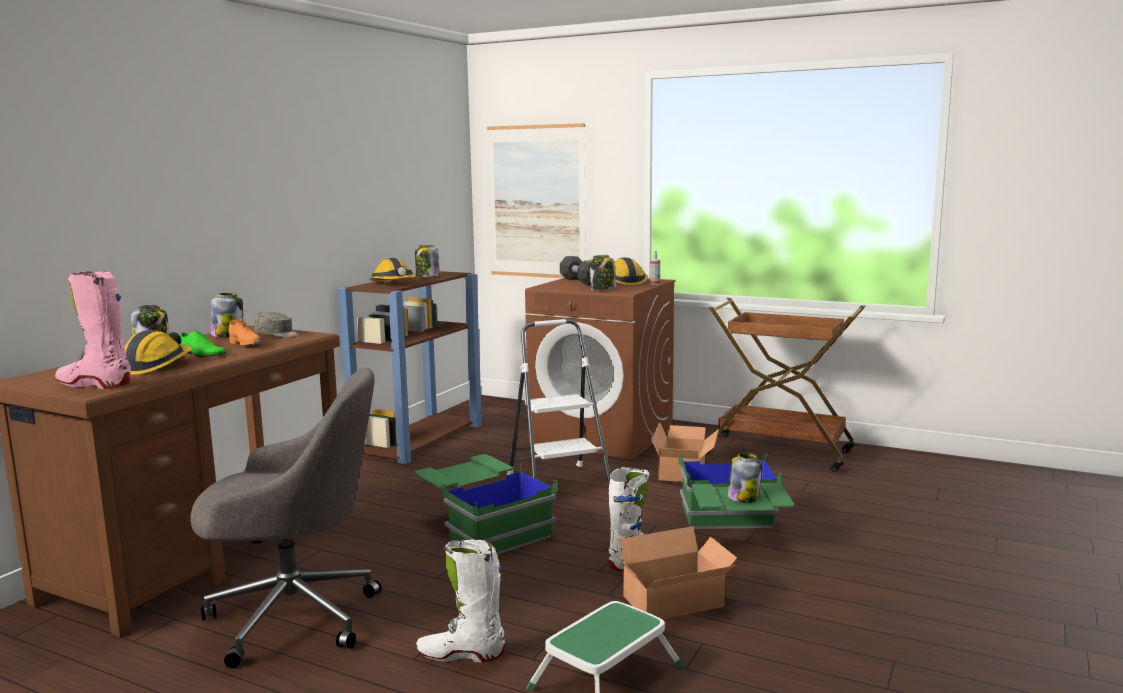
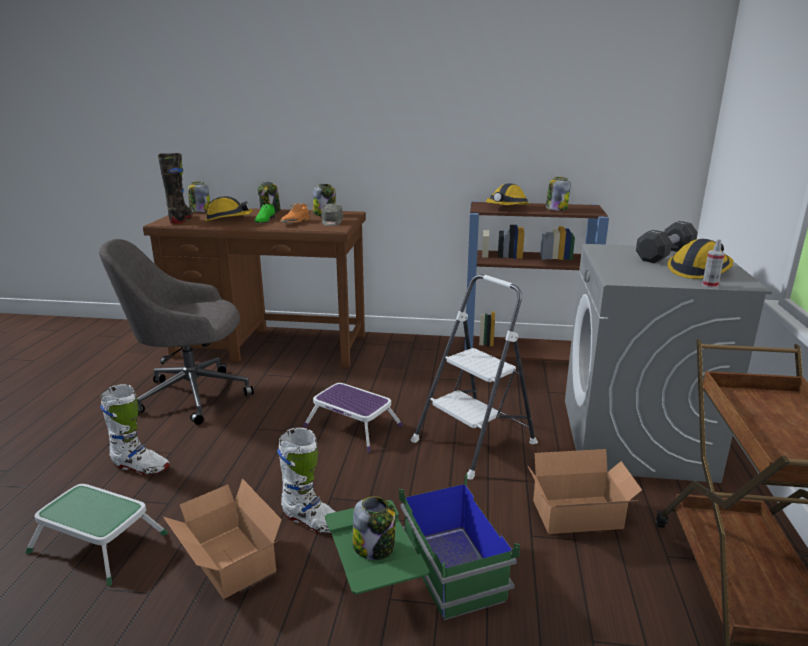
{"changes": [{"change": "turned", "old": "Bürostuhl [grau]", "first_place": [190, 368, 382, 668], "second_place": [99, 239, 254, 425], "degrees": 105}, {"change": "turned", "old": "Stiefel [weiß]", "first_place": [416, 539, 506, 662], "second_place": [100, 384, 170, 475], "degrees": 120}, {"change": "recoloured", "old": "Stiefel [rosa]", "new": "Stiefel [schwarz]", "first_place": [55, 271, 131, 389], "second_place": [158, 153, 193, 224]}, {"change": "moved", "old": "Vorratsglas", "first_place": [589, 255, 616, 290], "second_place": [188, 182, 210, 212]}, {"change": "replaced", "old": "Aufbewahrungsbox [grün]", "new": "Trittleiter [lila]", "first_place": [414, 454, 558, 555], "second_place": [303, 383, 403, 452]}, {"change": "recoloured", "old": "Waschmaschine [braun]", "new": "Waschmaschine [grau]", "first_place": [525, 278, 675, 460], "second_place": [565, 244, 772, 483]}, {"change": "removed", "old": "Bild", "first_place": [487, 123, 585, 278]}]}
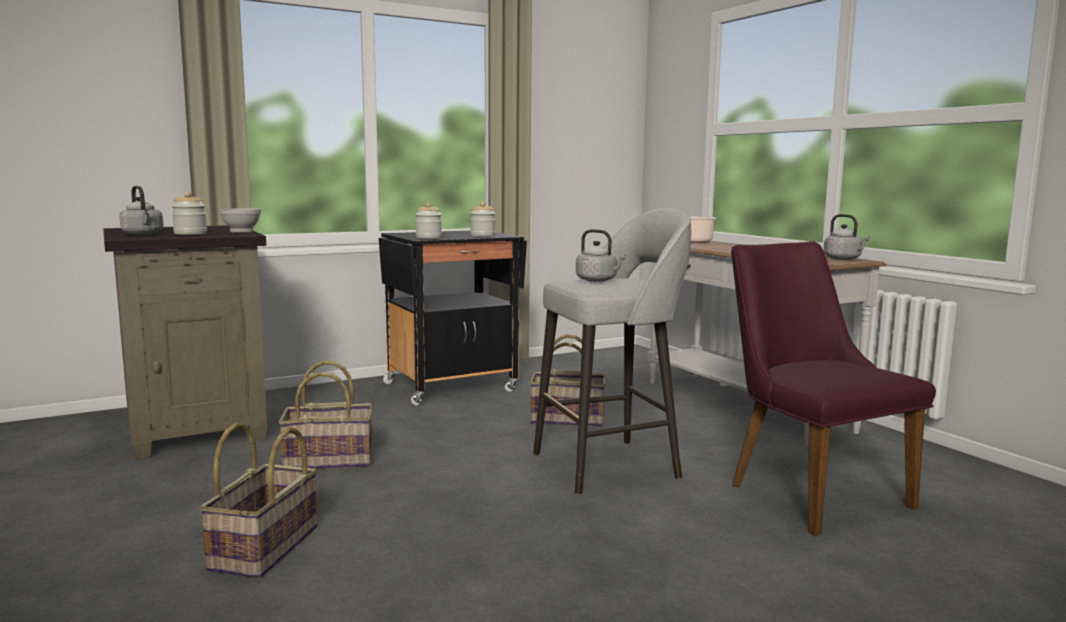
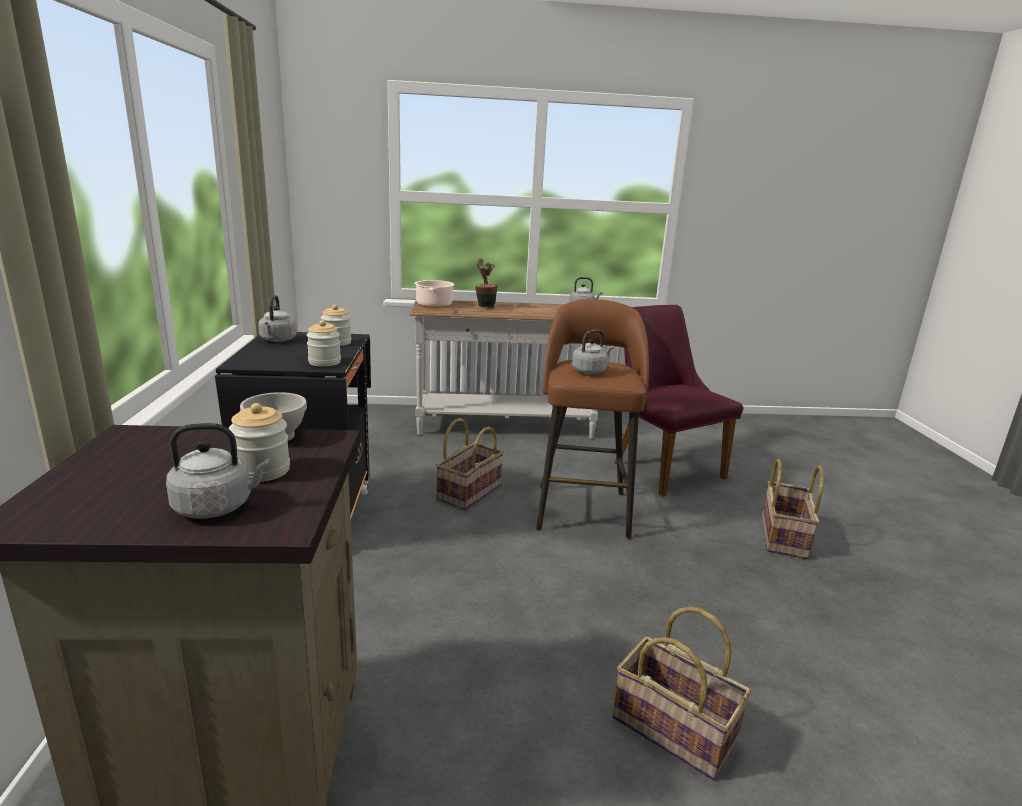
{"changes": [{"change": "added", "new": "Wasserkessel [grau]", "second_place": [258, 295, 297, 342]}, {"change": "added", "new": "Topfpflanze", "second_place": [475, 258, 498, 308]}, {"change": "recoloured", "old": "Hocker [grau]", "new": "Hocker [braun]", "first_place": [533, 208, 691, 495], "second_place": [536, 299, 649, 539]}, {"change": "turned", "old": "Stuhl [lila]", "first_place": [731, 241, 936, 536], "second_place": [614, 305, 743, 497], "degrees": 60}, {"change": "moved", "old": "Korb", "first_place": [278, 361, 373, 469], "second_place": [762, 459, 824, 559]}]}
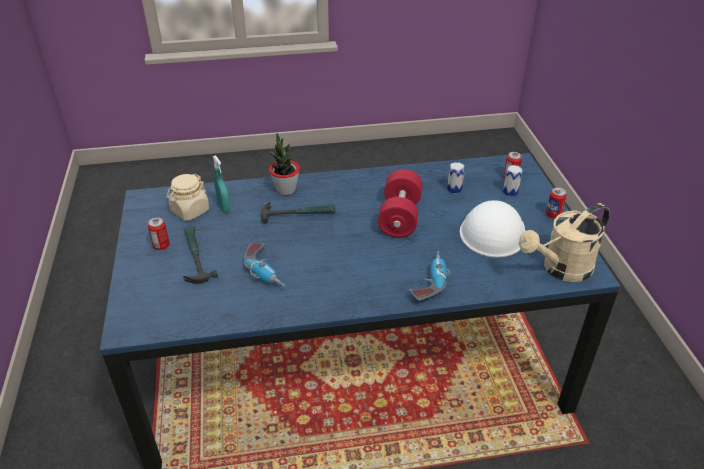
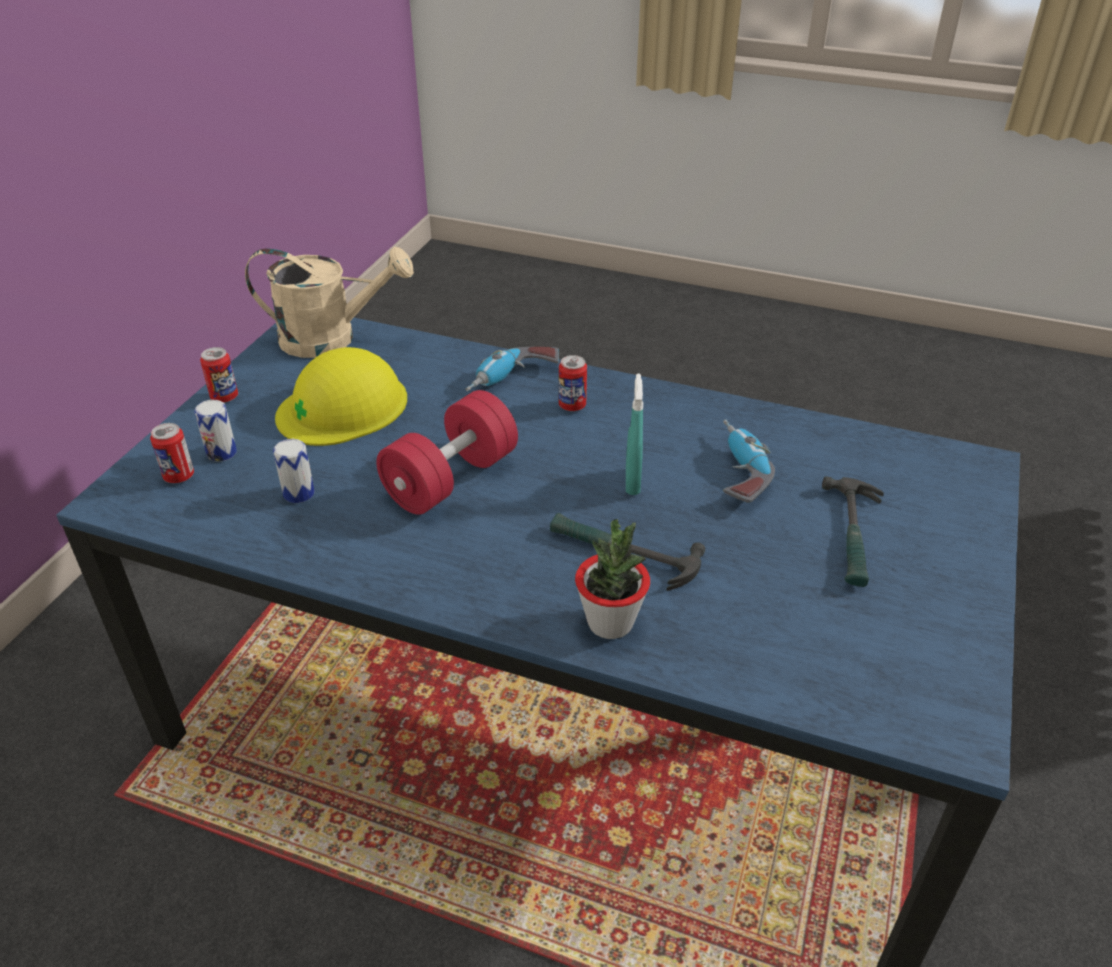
{"changes": [{"change": "recoloured", "old": "Schutzhelm [weiß]", "new": "Schutzhelm [gelb]", "first_place": [460, 200, 525, 258], "second_place": [275, 347, 407, 446]}, {"change": "moved", "old": "Dose", "first_place": [148, 217, 170, 250], "second_place": [559, 355, 587, 411]}, {"change": "moved", "old": "Sprühflasche [türkis]", "first_place": [213, 155, 230, 213], "second_place": [626, 373, 643, 495]}, {"change": "removed", "old": "Vorratsglas [beige]", "first_place": [166, 174, 209, 221]}]}
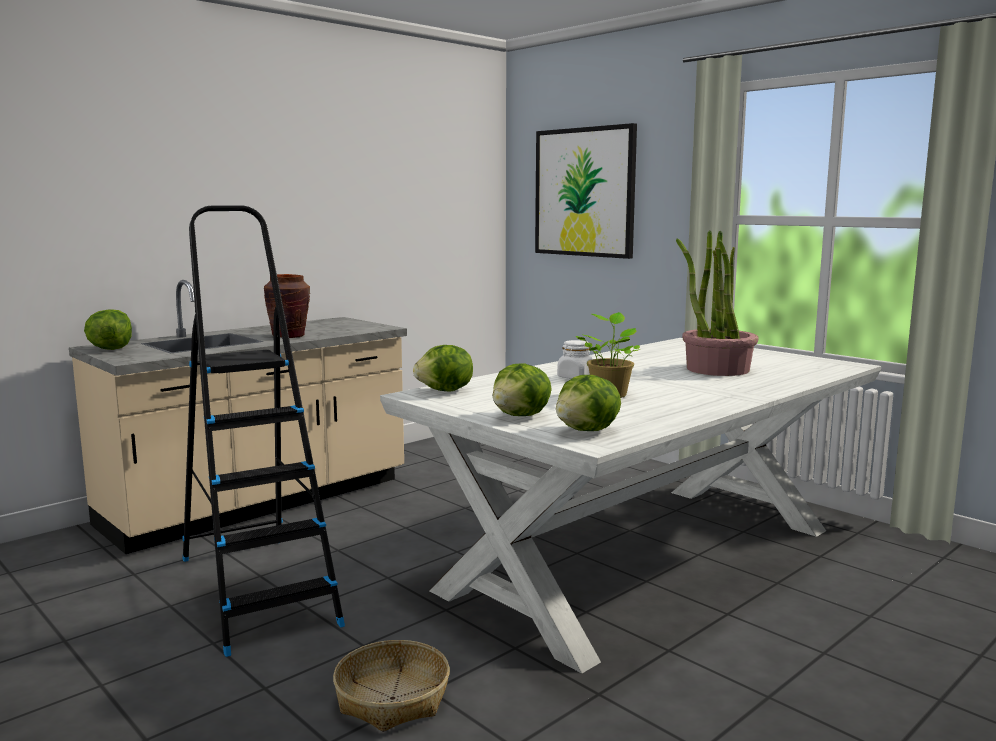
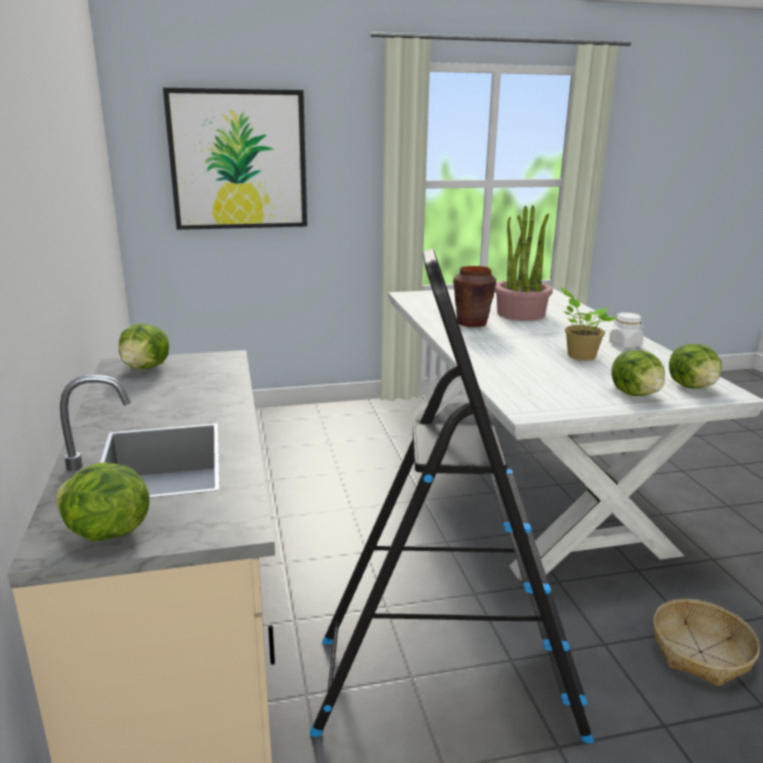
{"changes": [{"change": "moved", "old": "Salatkopf", "first_place": [413, 345, 473, 392], "second_place": [119, 324, 169, 369]}, {"change": "moved", "old": "Vase [braun]", "first_place": [264, 274, 310, 338], "second_place": [453, 266, 496, 327]}, {"change": "moved", "old": "Vorratsglas [weiß]", "first_place": [557, 340, 593, 379], "second_place": [609, 313, 644, 348]}]}
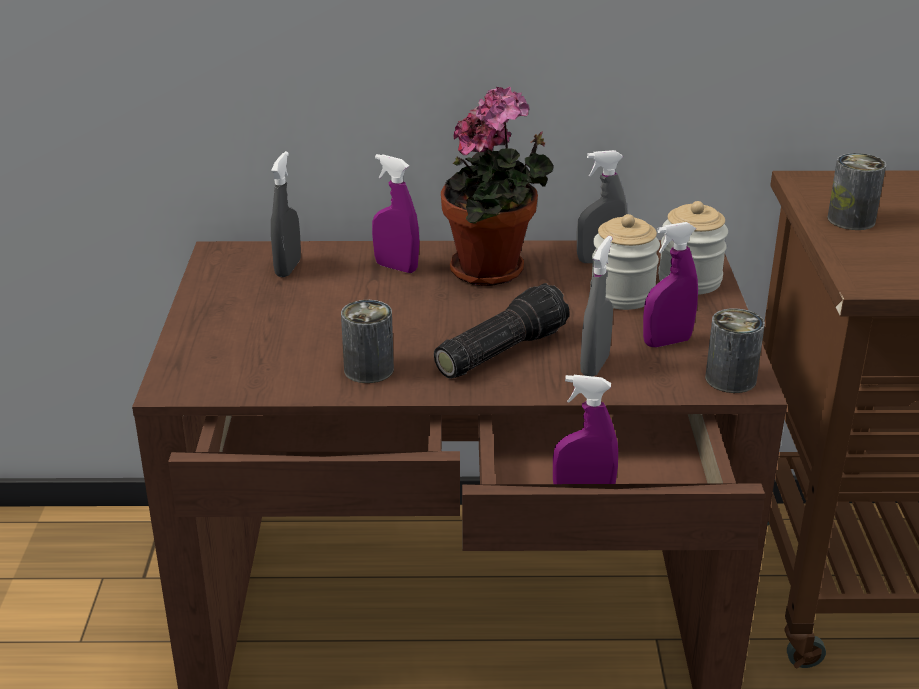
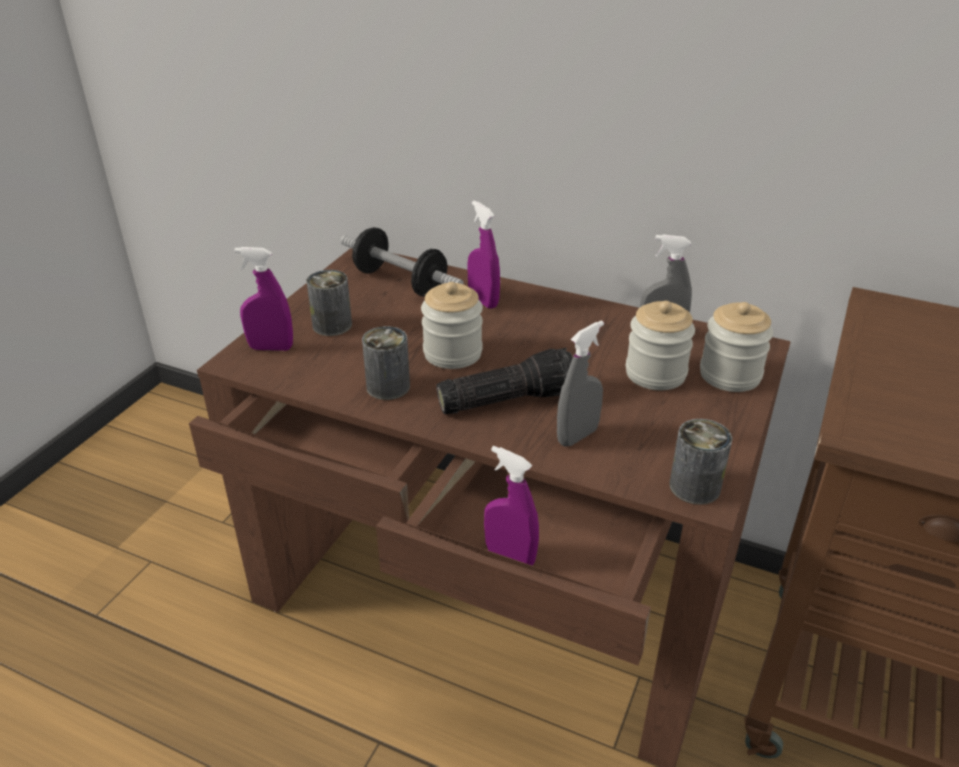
{"changes": [{"change": "moved", "old": "Sprühflasche [lila]", "first_place": [643, 222, 698, 347], "second_place": [234, 247, 293, 351]}, {"change": "moved", "old": "Dose", "first_place": [827, 153, 886, 230], "second_place": [306, 270, 352, 336]}, {"change": "replaced", "old": "Sprühflasche [grau]", "new": "Hantel", "first_place": [271, 151, 301, 277], "second_place": [340, 227, 464, 296]}, {"change": "added", "new": "Vorratsglas", "second_place": [421, 282, 483, 369]}, {"change": "removed", "old": "Topfpflanze", "first_place": [441, 86, 554, 286]}]}
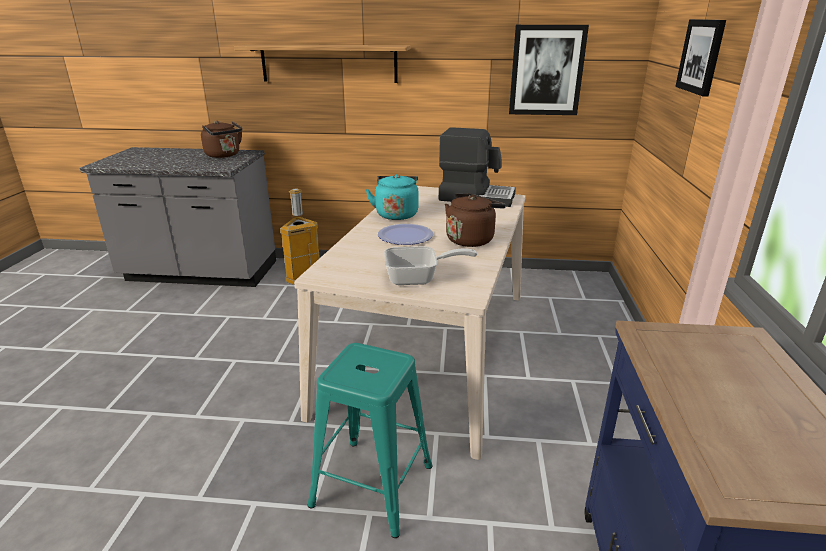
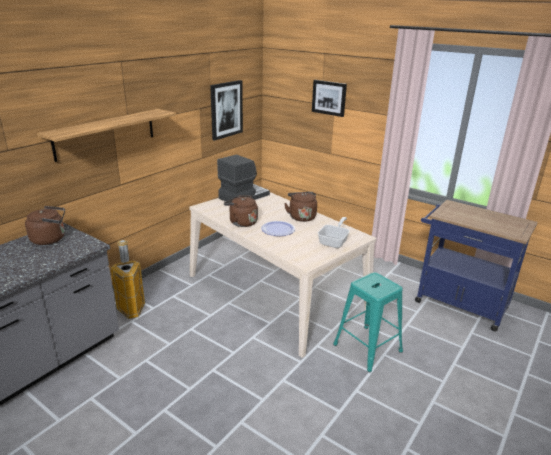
{"changes": [{"change": "recoloured", "old": "Wasserkessel [türkis]", "new": "Wasserkessel [braun]", "first_place": [365, 174, 419, 220], "second_place": [224, 195, 258, 227]}]}
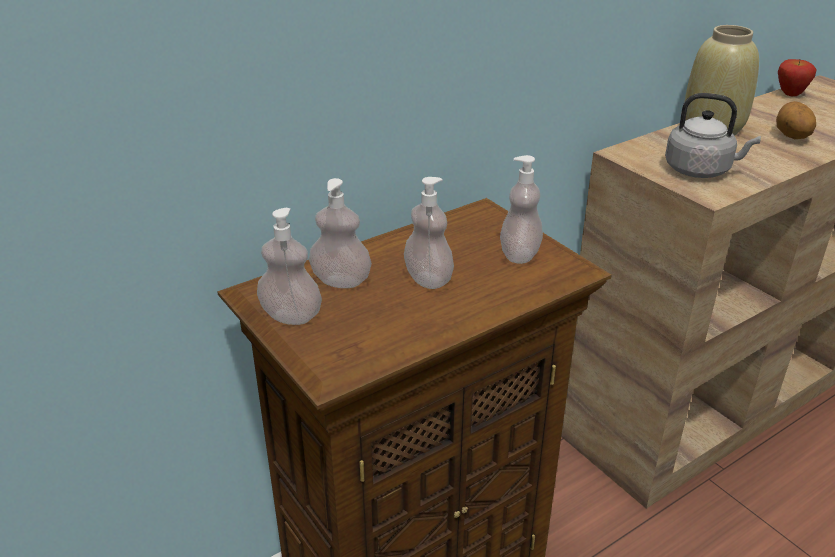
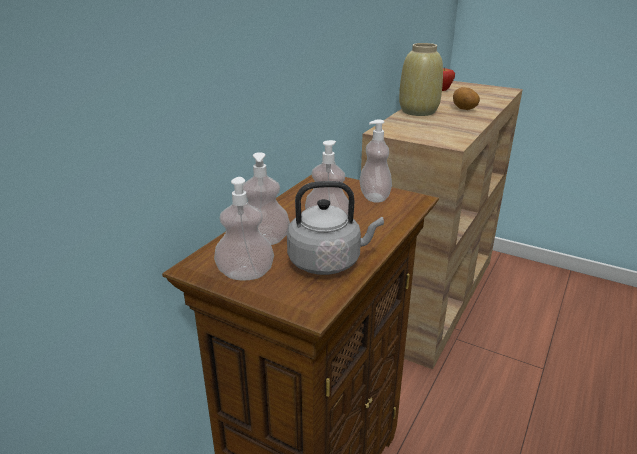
{"changes": [{"change": "moved", "old": "Wasserkessel [grau]", "first_place": [665, 93, 761, 178], "second_place": [287, 181, 384, 275]}]}
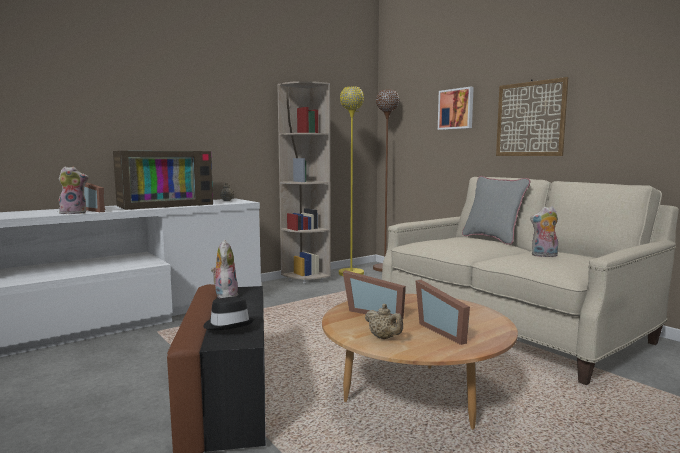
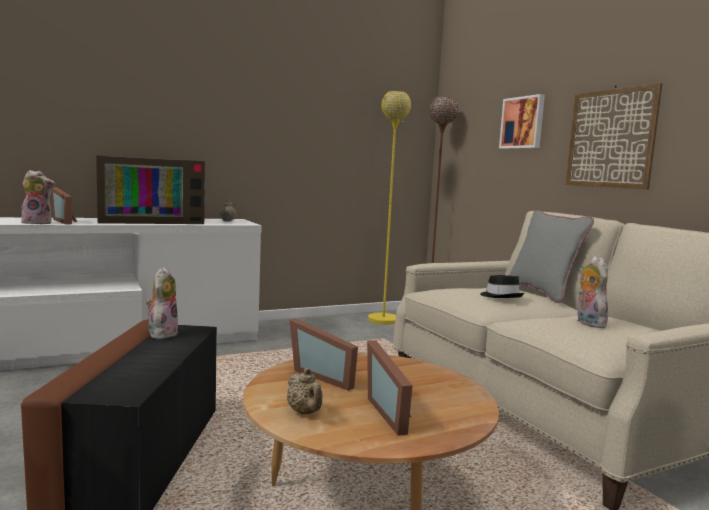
{"changes": [{"change": "moved", "old": "Hut [schwarz]", "first_place": [204, 297, 254, 330], "second_place": [480, 275, 524, 298]}, {"change": "turned", "old": "Plüschtier", "first_place": [530, 206, 558, 257], "second_place": [578, 256, 608, 328], "degrees": 75}, {"change": "removed", "old": "Bücherregal [beige]", "first_place": [277, 81, 331, 283]}]}
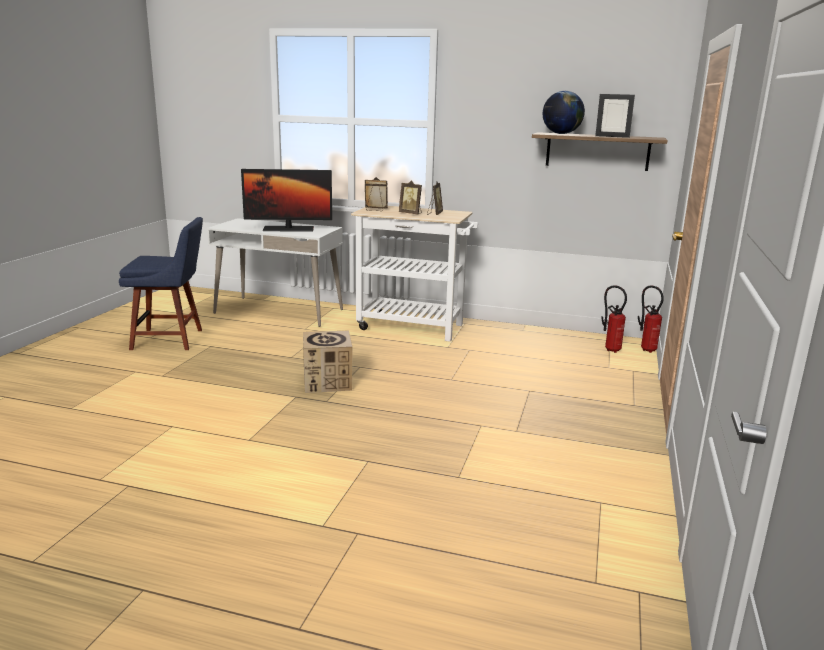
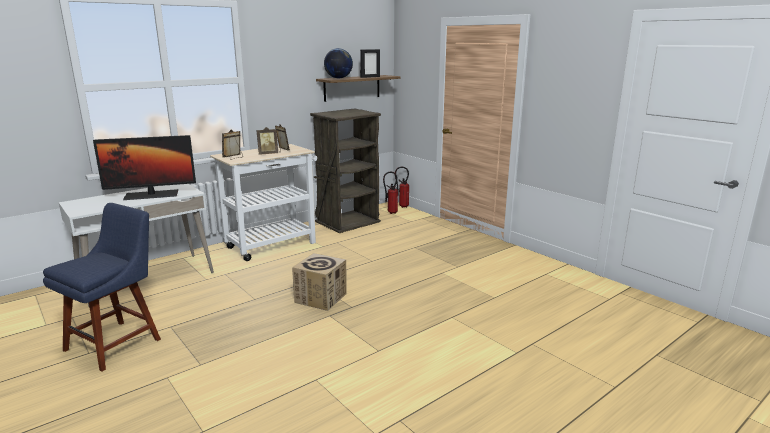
{"changes": [{"change": "turned", "old": "Monitor", "first_place": [241, 169, 332, 232], "second_place": [93, 135, 196, 200], "degrees": 45}, {"change": "added", "new": "Bücherregal [braun]", "second_place": [310, 109, 381, 233]}]}
